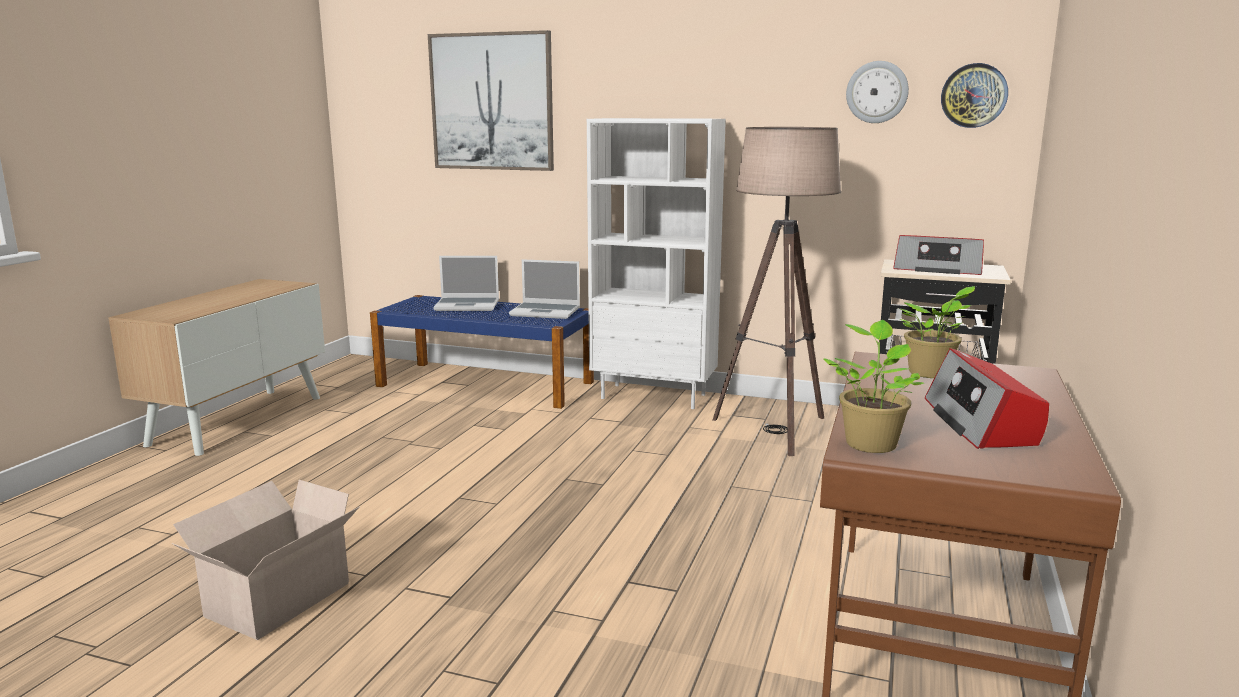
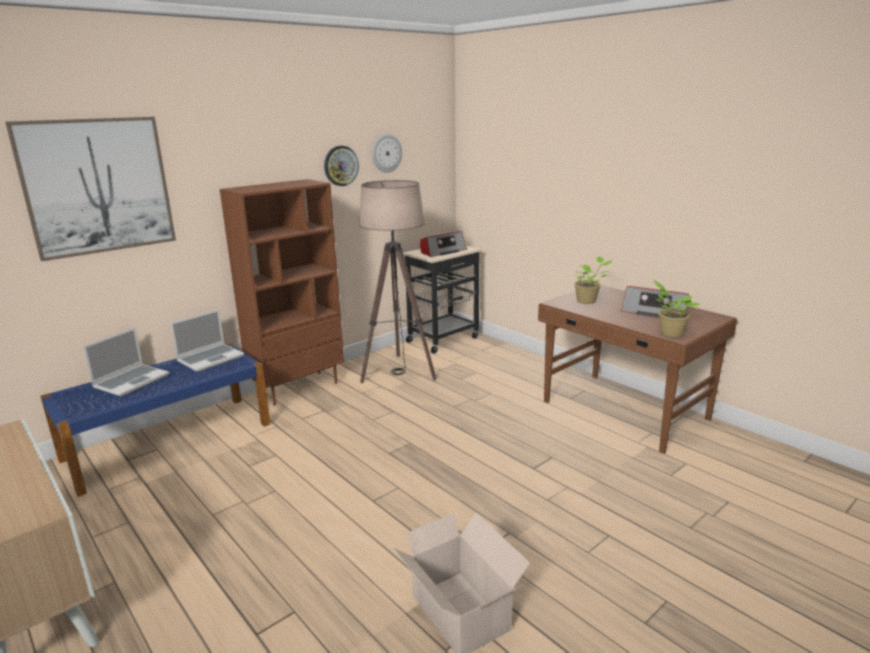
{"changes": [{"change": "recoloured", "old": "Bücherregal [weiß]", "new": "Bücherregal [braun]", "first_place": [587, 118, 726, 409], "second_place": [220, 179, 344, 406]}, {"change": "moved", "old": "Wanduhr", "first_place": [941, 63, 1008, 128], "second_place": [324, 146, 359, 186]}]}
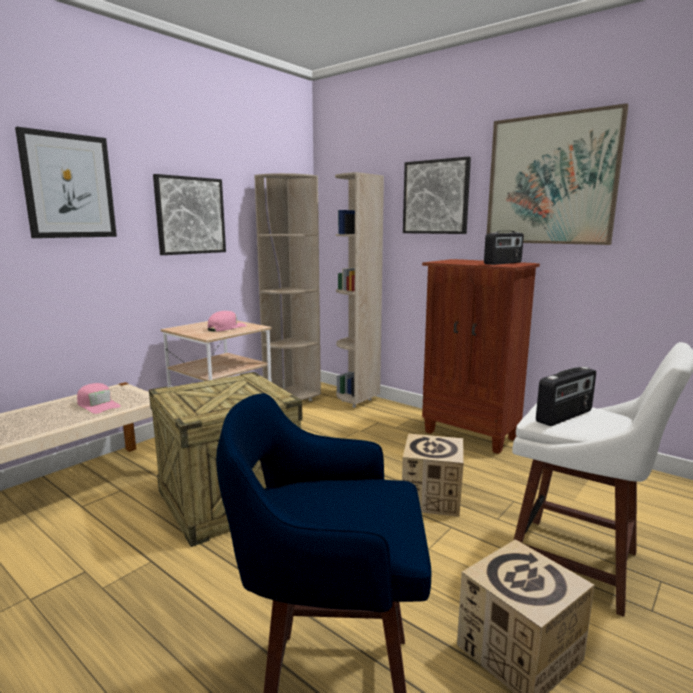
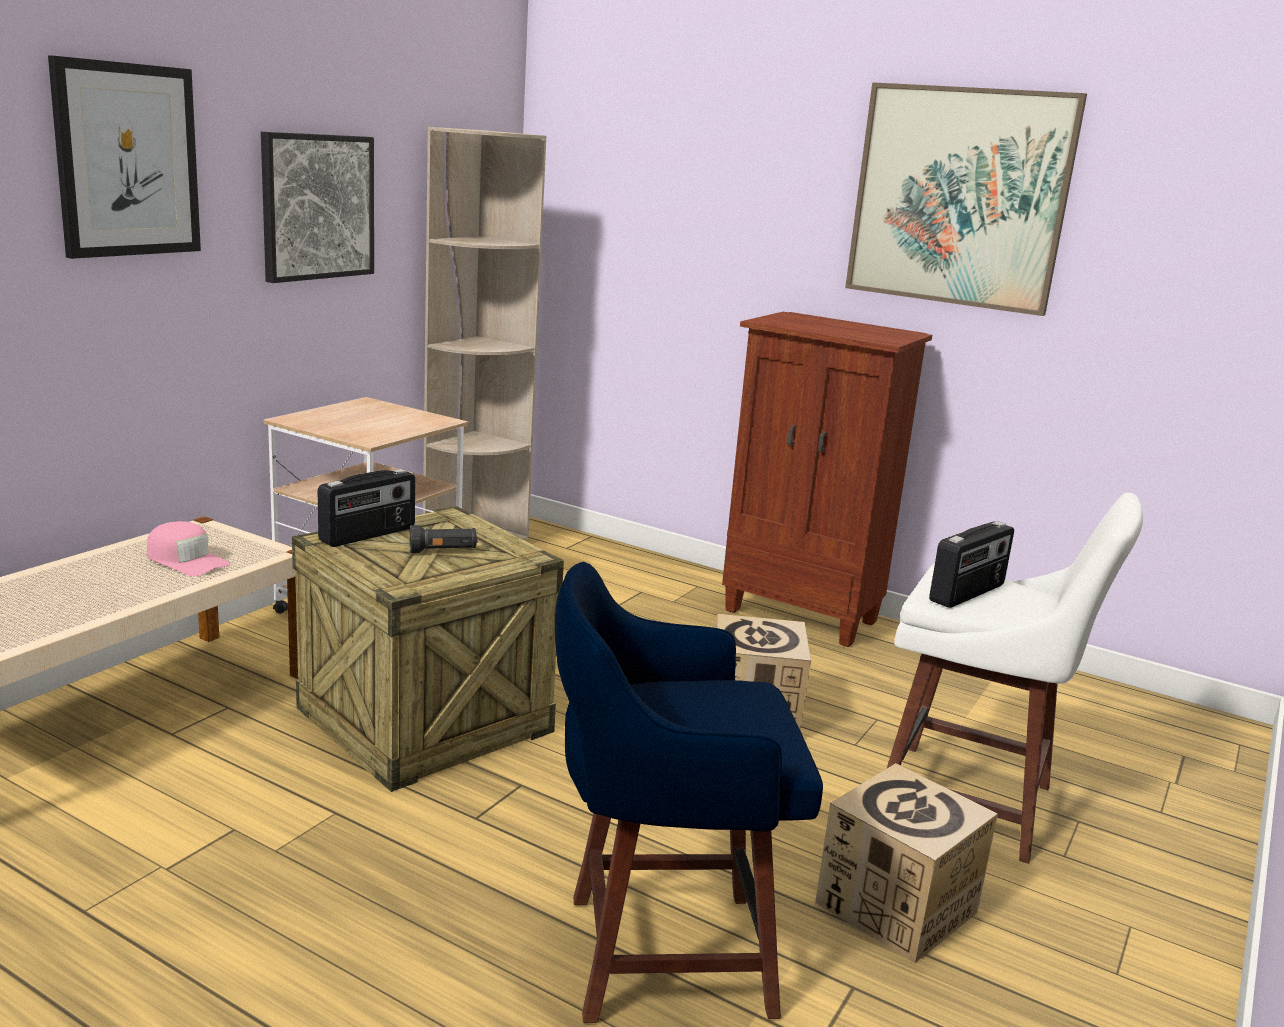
{"changes": [{"change": "moved", "old": "Radio", "first_place": [484, 231, 524, 265], "second_place": [318, 469, 415, 547]}, {"change": "added", "new": "Taschenlampe [schwarz]", "second_place": [409, 525, 478, 553]}, {"change": "removed", "old": "Kappe [rosa]", "first_place": [208, 311, 247, 331]}, {"change": "removed", "old": "Bücherregal [beige]", "first_place": [335, 172, 384, 407]}, {"change": "removed", "old": "Bild", "first_place": [403, 157, 471, 234]}]}
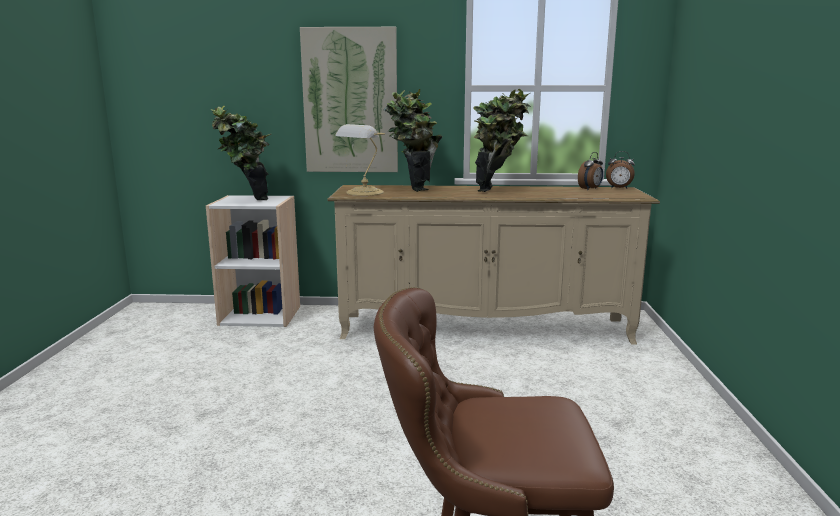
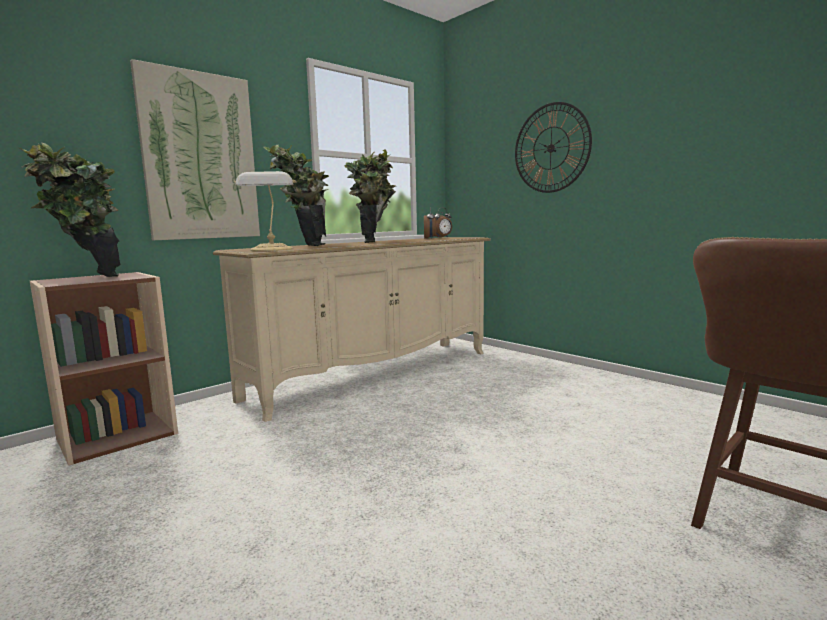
{"changes": [{"change": "recoloured", "old": "Bücherregal [weiß]", "new": "Bücherregal [braun]", "first_place": [206, 195, 300, 327], "second_place": [30, 272, 178, 466]}, {"change": "added", "new": "Wanduhr", "second_place": [515, 102, 592, 193]}]}
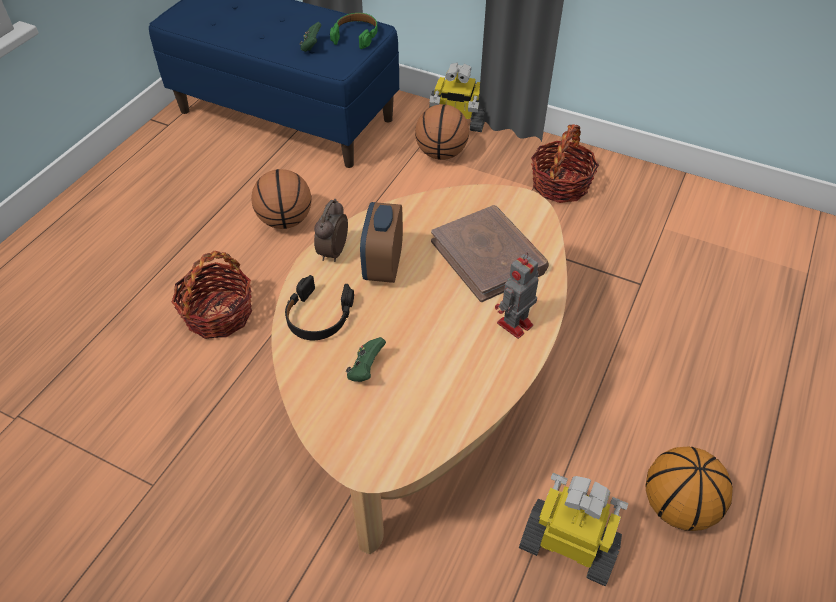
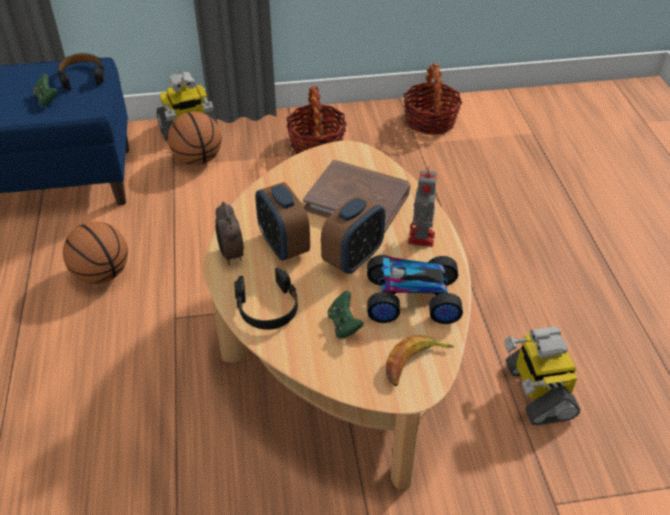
{"changes": [{"change": "recoloured", "old": "Kopfhörer [grün]", "new": "Kopfhörer [schwarz]", "first_place": [330, 13, 378, 49], "second_place": [57, 53, 104, 90]}, {"change": "added", "new": "Wecker", "second_place": [321, 195, 385, 274]}, {"change": "added", "new": "Spielzeugauto", "second_place": [367, 255, 463, 324]}, {"change": "added", "new": "Banane", "second_place": [386, 335, 454, 386]}, {"change": "moved", "old": "Korb", "first_place": [171, 251, 252, 339], "second_place": [403, 63, 462, 135]}, {"change": "turned", "old": "Spielzeugroboter", "first_place": [519, 473, 628, 586], "second_place": [504, 326, 580, 425], "degrees": -90}, {"change": "removed", "old": "Basketball", "first_place": [645, 446, 733, 531]}]}
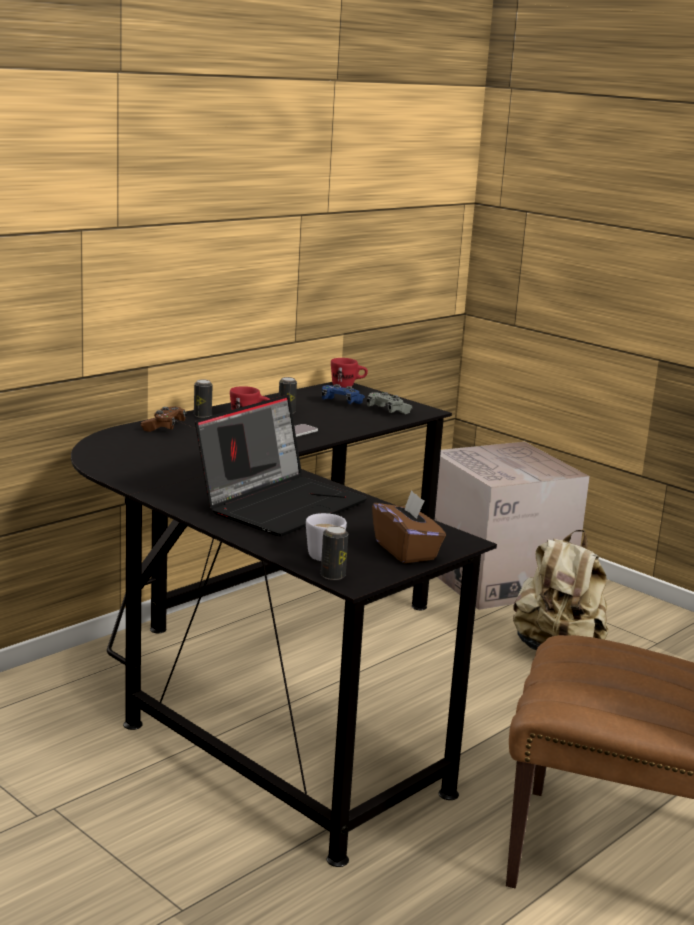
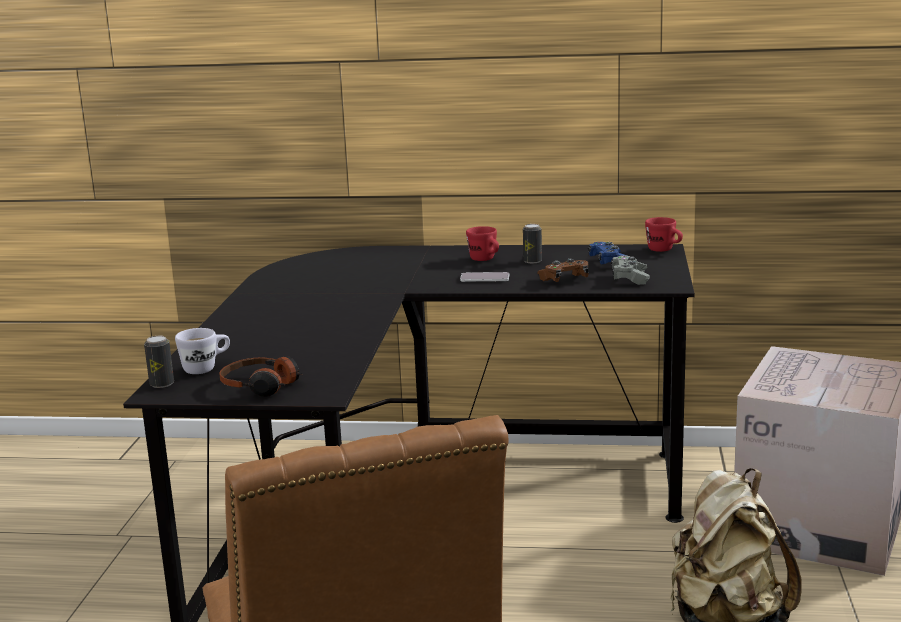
{"changes": [{"change": "replaced", "old": "Taschentuchbox [braun]", "new": "Kopfhörer", "first_place": [372, 490, 446, 563], "second_place": [219, 356, 303, 397]}, {"change": "moved", "old": "Gamepad [braun]", "first_place": [141, 406, 187, 432], "second_place": [537, 259, 589, 282]}, {"change": "removed", "old": "Dose", "first_place": [194, 379, 213, 418]}, {"change": "removed", "old": "Laptop", "first_place": [195, 395, 367, 536]}]}
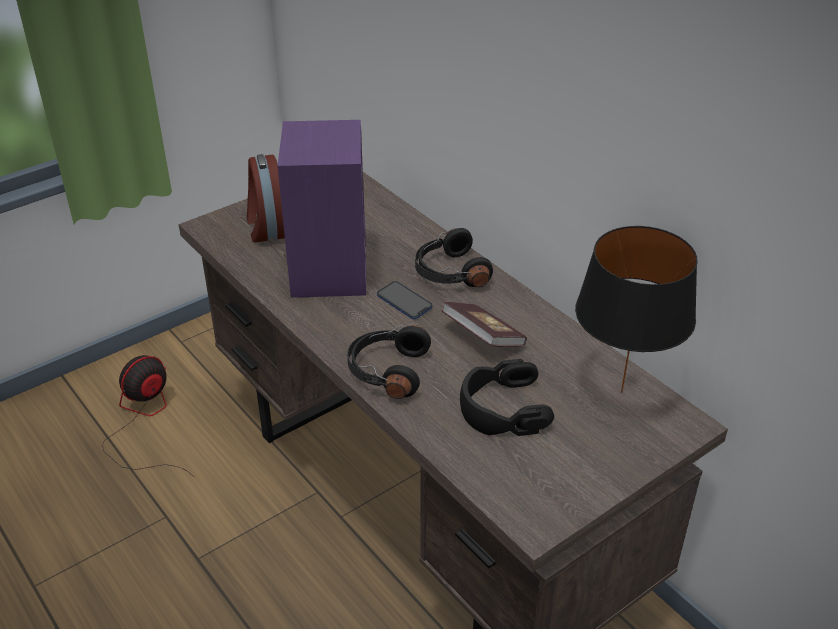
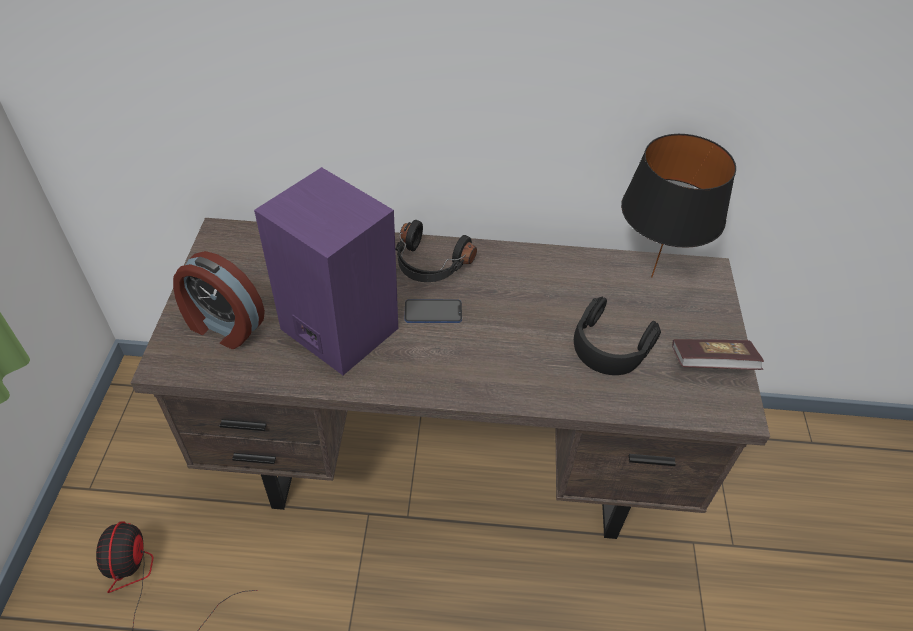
{"changes": [{"change": "moved", "old": "Buch", "first_place": [441, 302, 527, 347], "second_place": [672, 339, 764, 370]}, {"change": "removed", "old": "Kopfhörer [schwarz]", "first_place": [347, 325, 431, 399]}]}
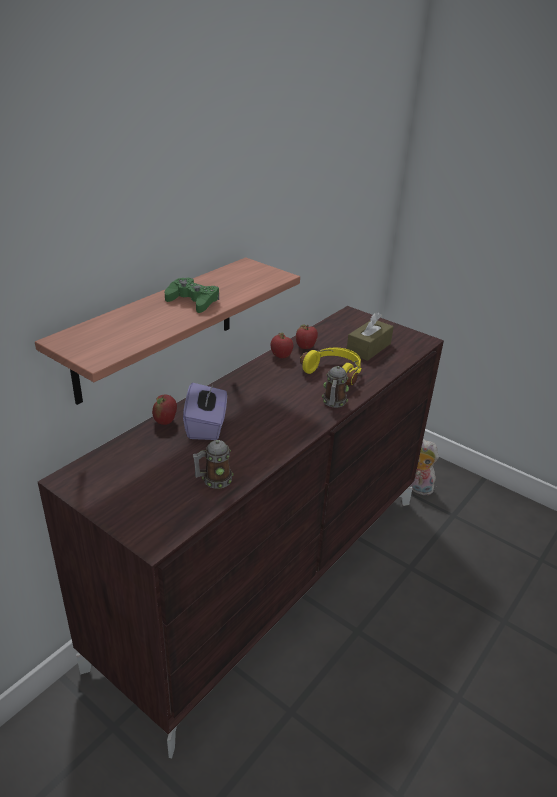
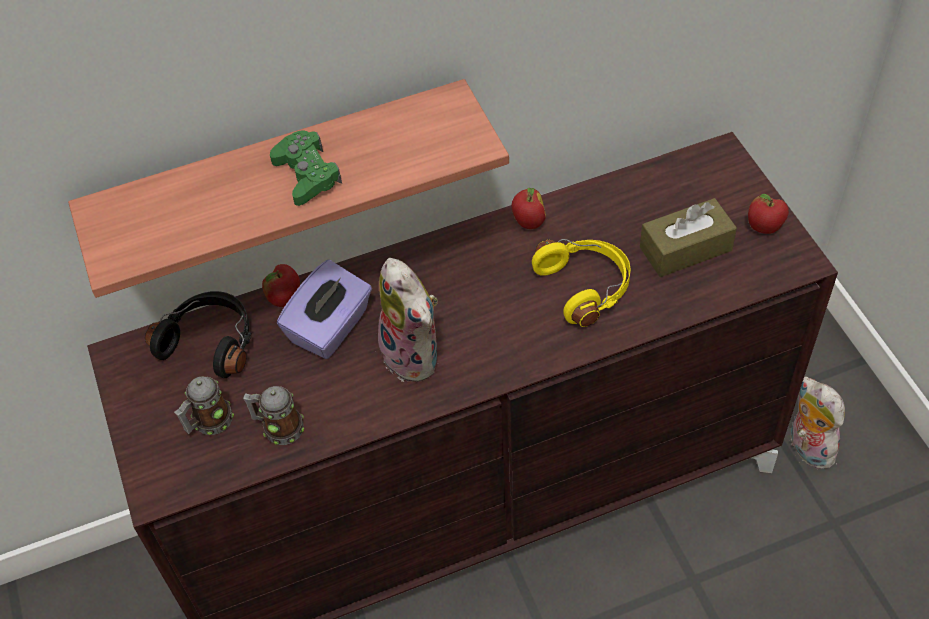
{"changes": [{"change": "added", "new": "Kopfhörer [schwarz]", "second_place": [145, 291, 252, 378]}, {"change": "moved", "old": "Henkelbecher", "first_place": [322, 366, 349, 408], "second_place": [174, 376, 234, 435]}, {"change": "added", "new": "Plüschtier", "second_place": [378, 258, 438, 382]}, {"change": "moved", "old": "Apfel", "first_place": [296, 325, 318, 349], "second_place": [748, 194, 789, 234]}]}
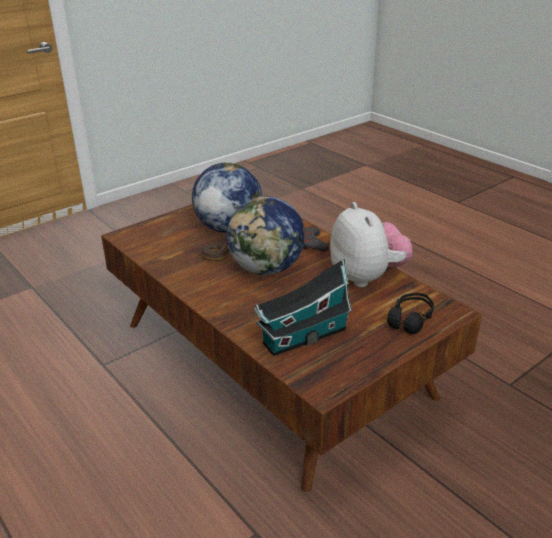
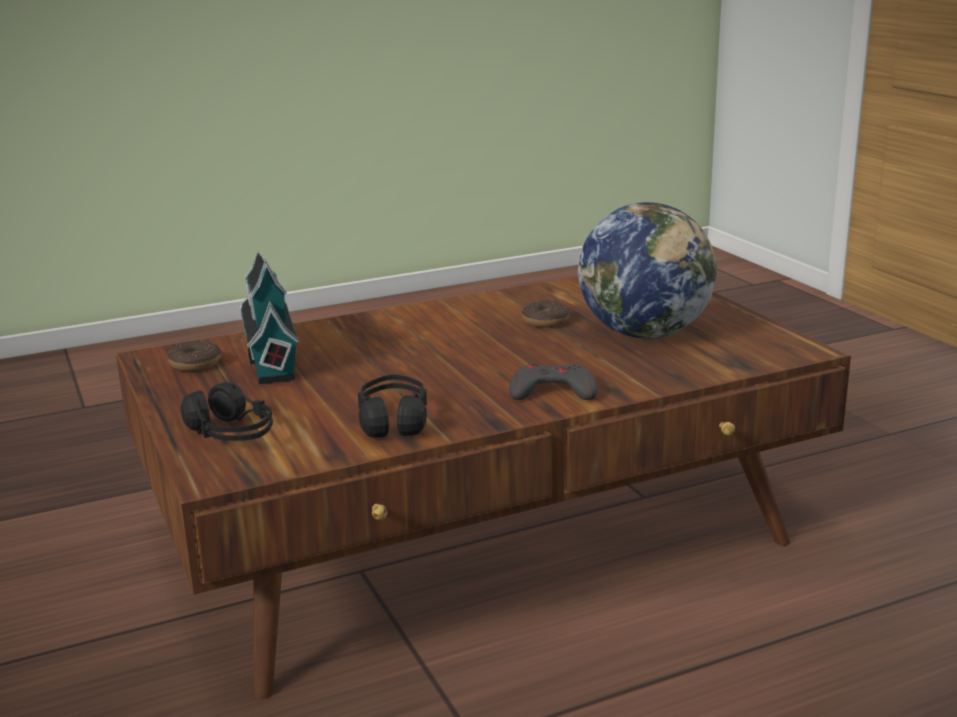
{"changes": [{"change": "added", "new": "Donut", "second_place": [168, 340, 221, 371]}, {"change": "replaced", "old": "Plüschtier", "new": "Kopfhörer [schwarz]", "first_place": [330, 202, 413, 287], "second_place": [358, 374, 427, 438]}, {"change": "removed", "old": "Globus", "first_place": [226, 196, 305, 275]}]}
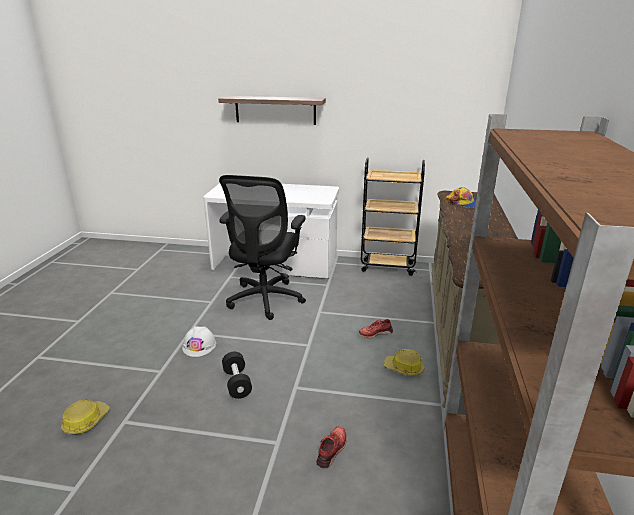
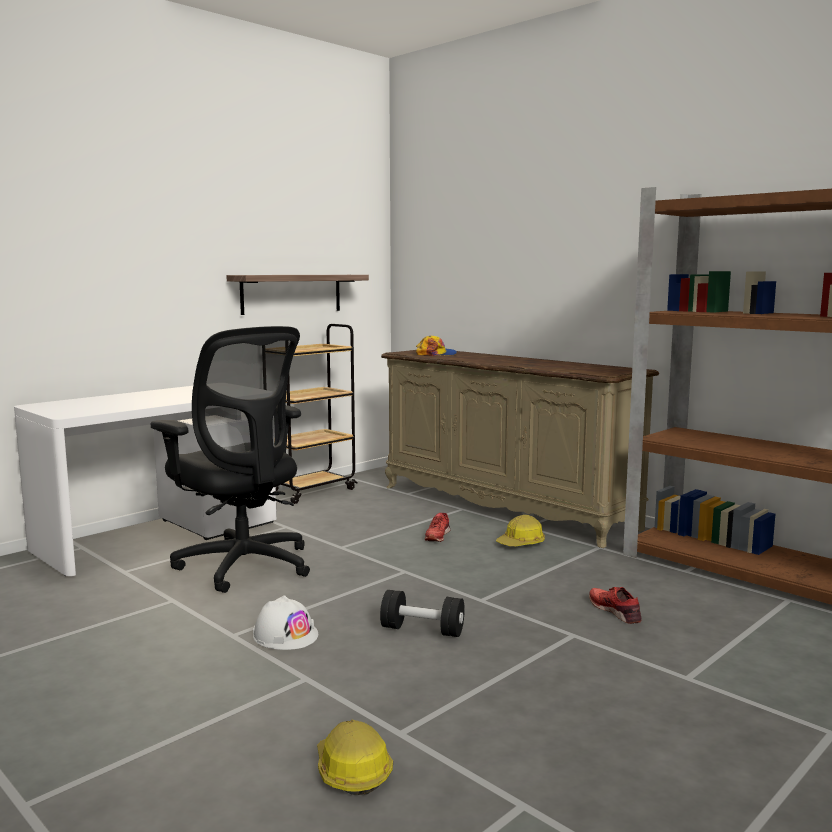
{"changes": [{"change": "moved", "old": "Wandregal", "first_place": [218, 96, 326, 125], "second_place": [226, 275, 369, 315]}]}
